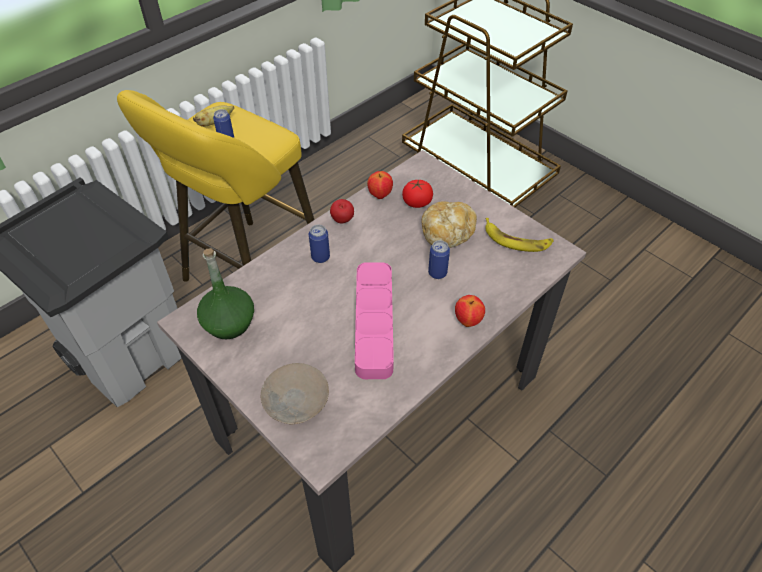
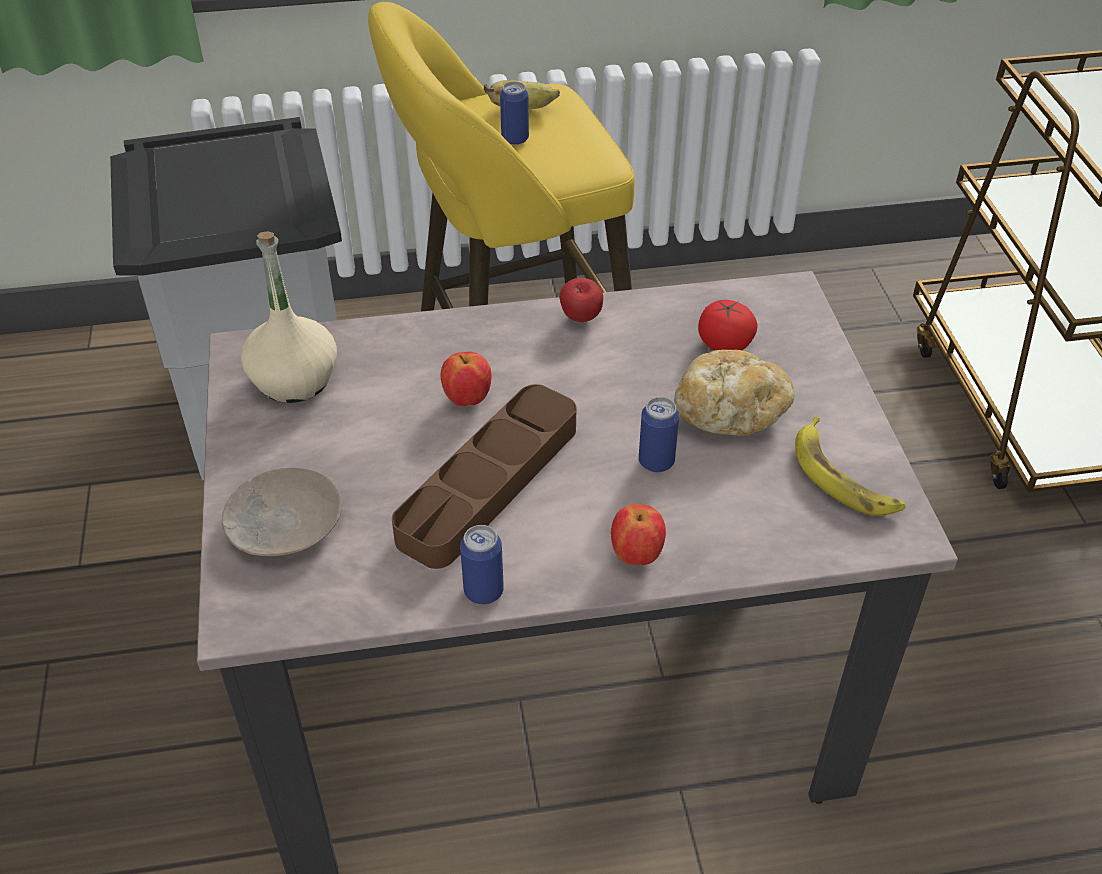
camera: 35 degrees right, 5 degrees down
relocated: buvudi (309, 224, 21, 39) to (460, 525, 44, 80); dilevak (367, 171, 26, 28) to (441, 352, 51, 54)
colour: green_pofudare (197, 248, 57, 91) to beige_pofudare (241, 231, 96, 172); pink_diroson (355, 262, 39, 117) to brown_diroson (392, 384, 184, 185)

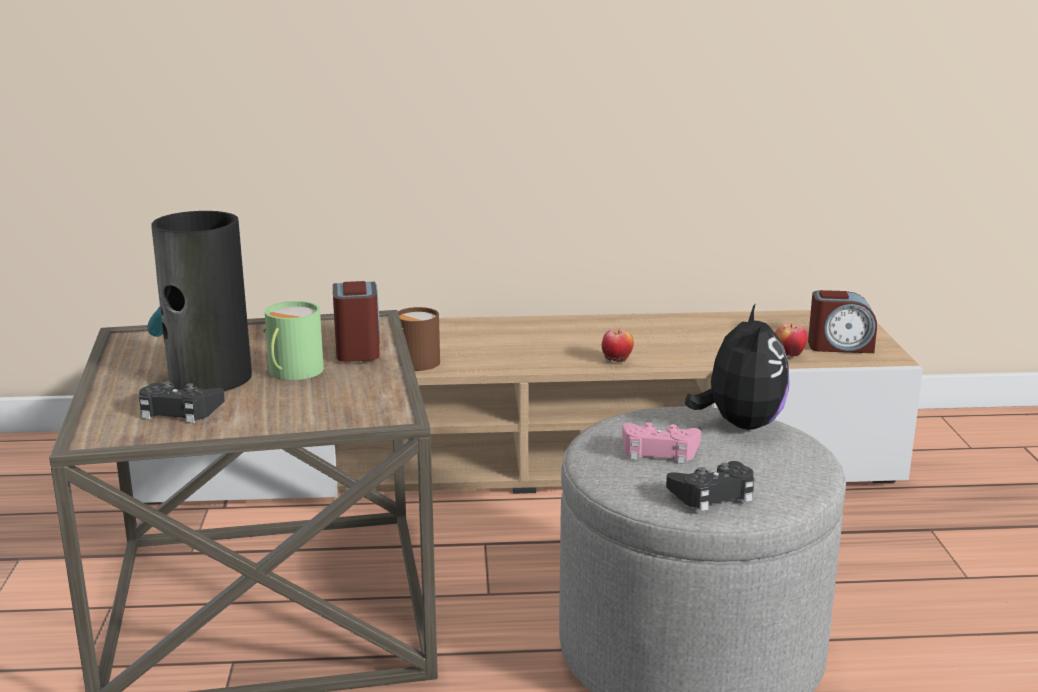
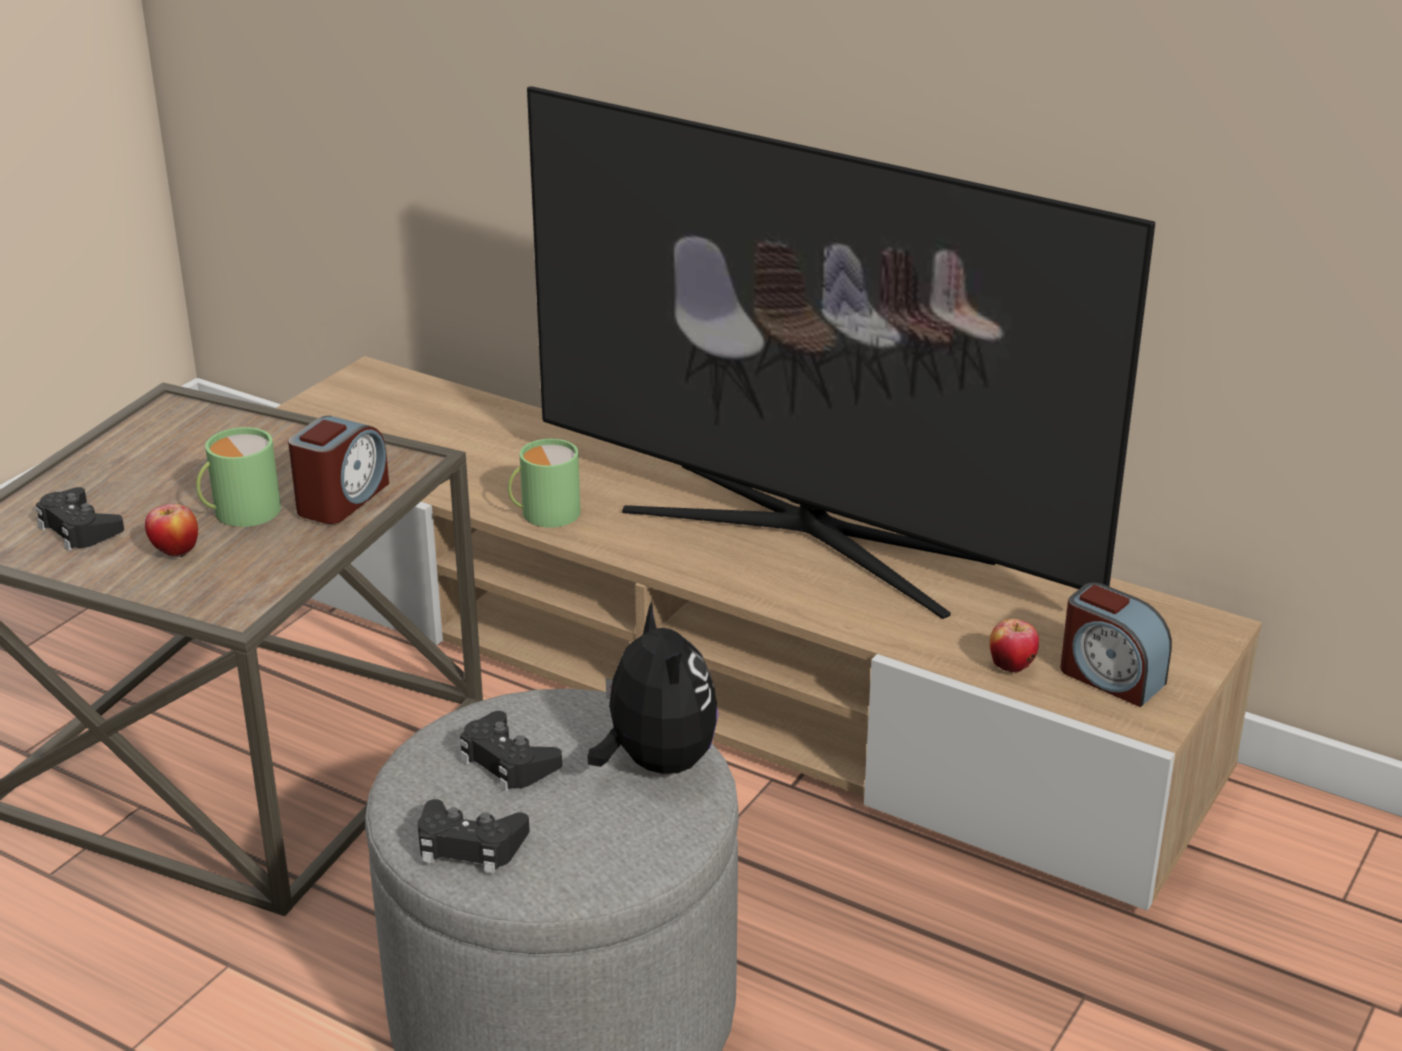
camera: 35 degrees right, 10 degrees up
missing: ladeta (147, 211, 105, 180)
appeared: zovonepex (527, 86, 628, 533)
relocated: dilevak (602, 329, 32, 33) to (145, 504, 53, 54)
colour: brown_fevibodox (398, 307, 42, 64) to green_fevibodox (508, 439, 73, 89); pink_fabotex (622, 422, 79, 42) to black_fabotex (460, 711, 102, 81)
spun: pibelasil (685, 303, 105, 127) = (587, 602, 131, 172) 60 degrees counterclockwise

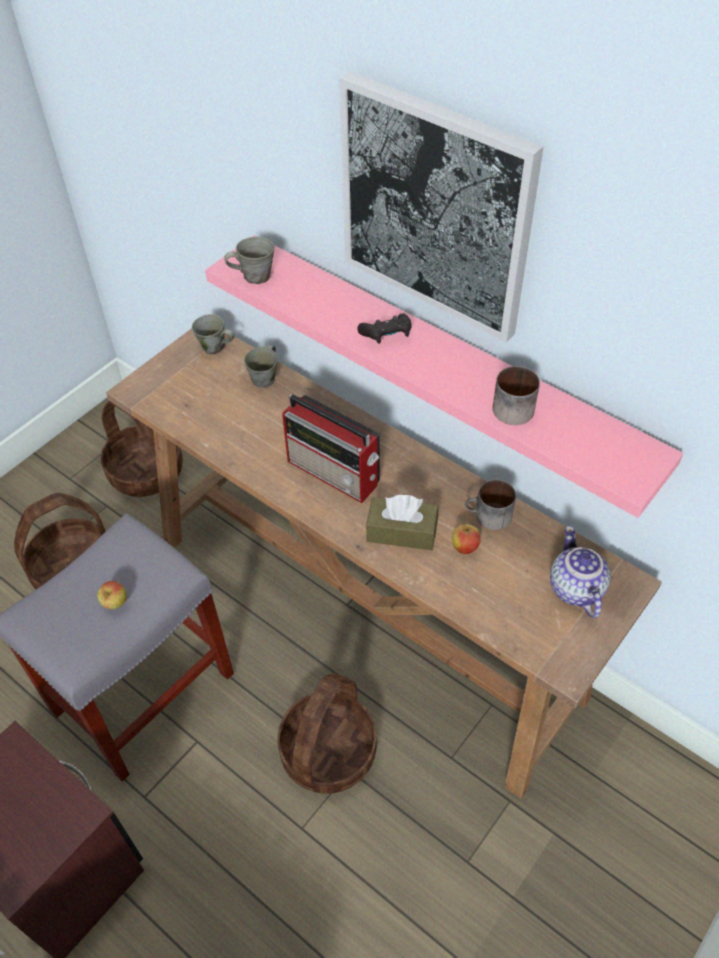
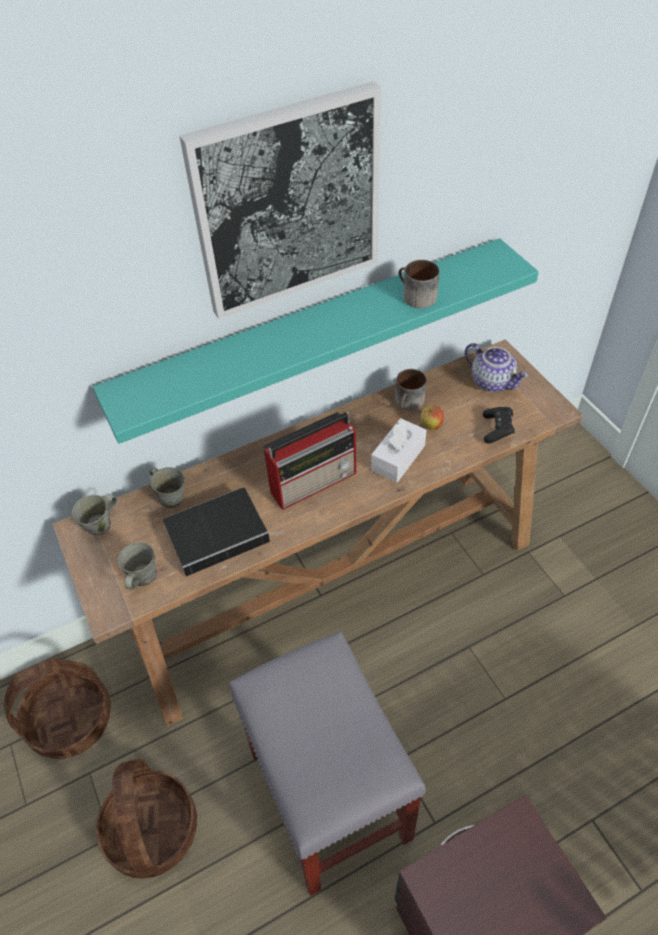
camera: 65 degrees left, 0 degrees up
missing: dilevak (97, 581, 29, 28); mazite (278, 673, 98, 121)
appeared: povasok (163, 487, 121, 89)
relocated: grey_fevibodox (225, 237, 50, 47) to (118, 542, 39, 47); black_fabotex (357, 313, 55, 31) to (483, 407, 32, 37)
colour: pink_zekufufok (205, 235, 478, 283) to turquoise_zekufufok (93, 238, 446, 206); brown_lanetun (366, 495, 72, 55) to white_lanetun (371, 418, 56, 64)
spun: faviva (550, 526, 61, 92) = (465, 343, 63, 49) 150 degrees counterclockwise

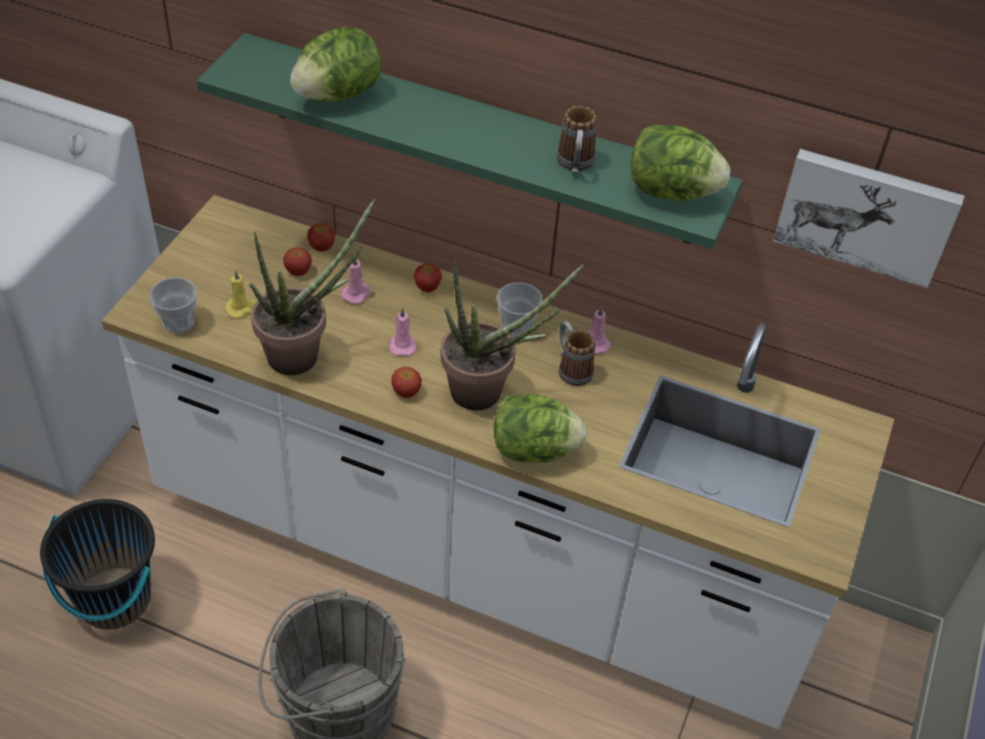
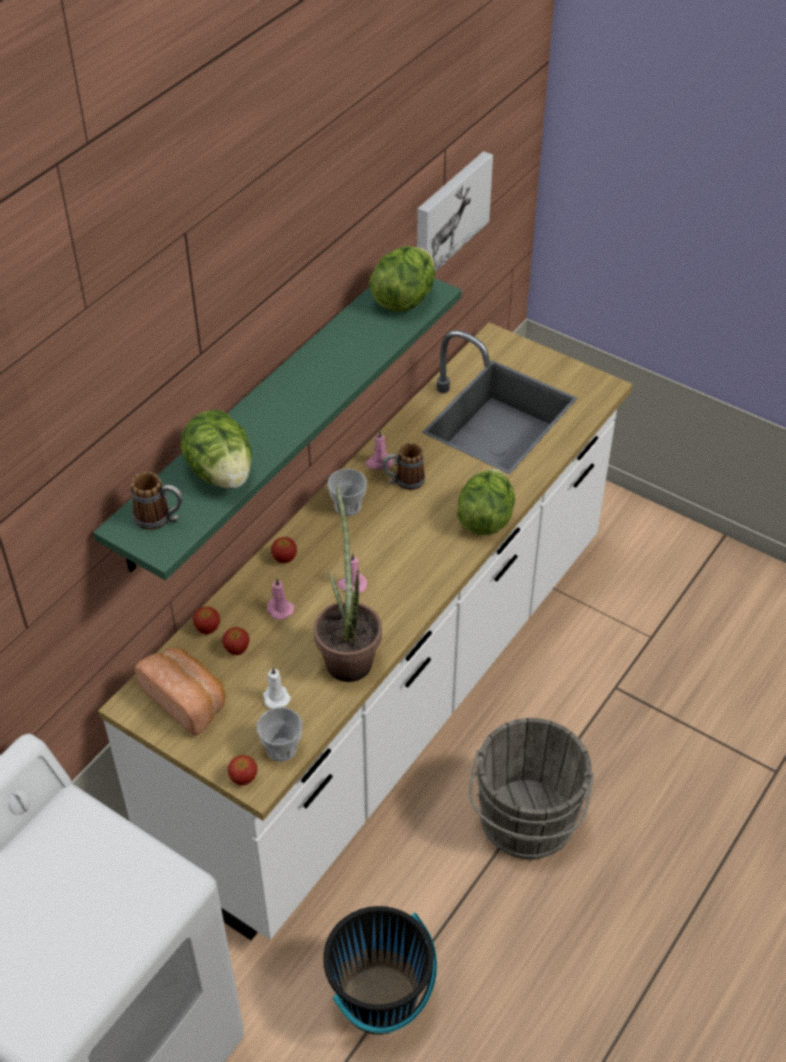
camera: 75 degrees left, 0 degrees up
missing: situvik (440, 260, 144, 150)
appeared: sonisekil (134, 647, 91, 88)
relocated: dilevak (391, 367, 31, 31) to (228, 755, 30, 31); fevibodox (556, 106, 41, 69) to (131, 472, 52, 58)
colour: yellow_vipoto (225, 270, 32, 48) to white_vipoto (263, 667, 28, 42)

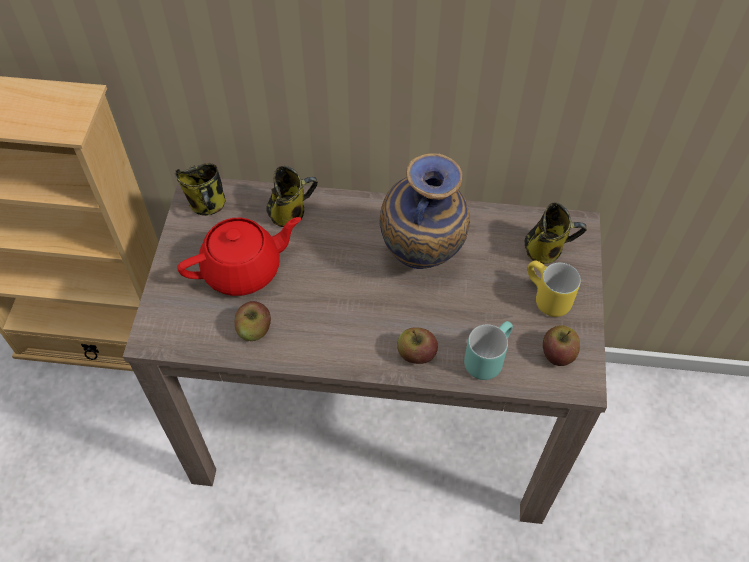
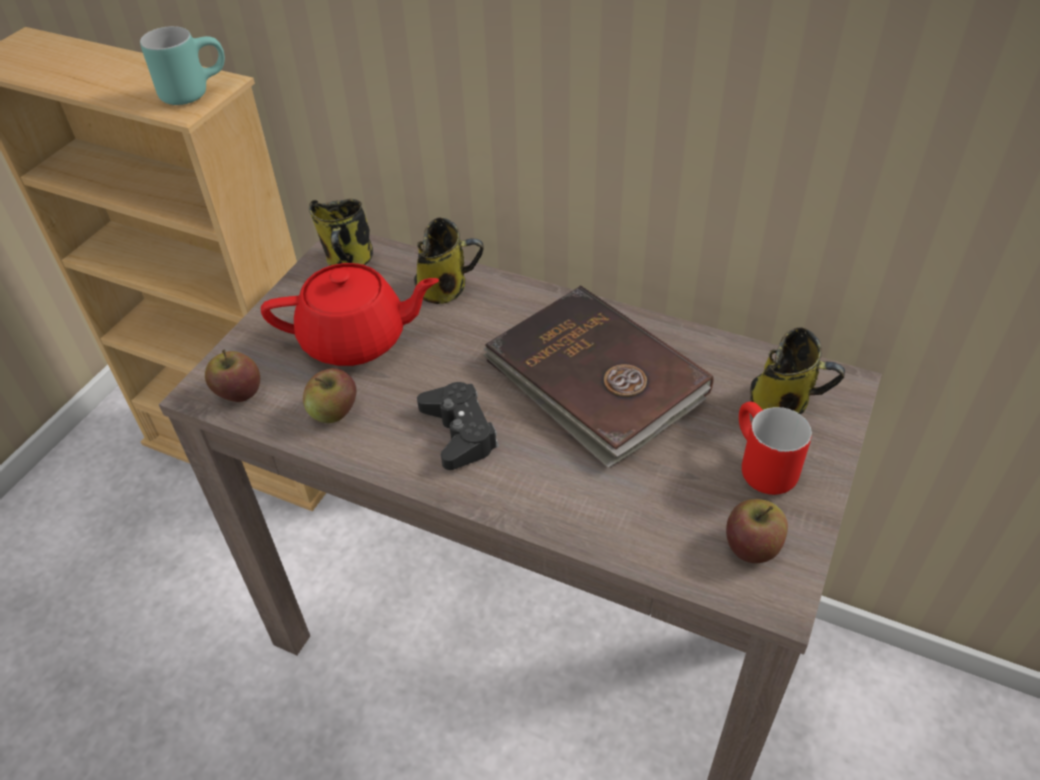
camera: 20 degrees right, 10 degrees down
appeared: black_fabotex (417, 382, 82, 88)
relocated: dilevak (397, 327, 41, 37) to (205, 350, 55, 52); turquoise_fevibodox (464, 321, 49, 59) to (140, 26, 85, 79)
exchanged: ladeta (379, 153, 91, 116) to brown_povasok (483, 285, 231, 183)
colour: yellow_fevibodox (527, 260, 54, 57) to red_fevibodox (739, 402, 73, 93)

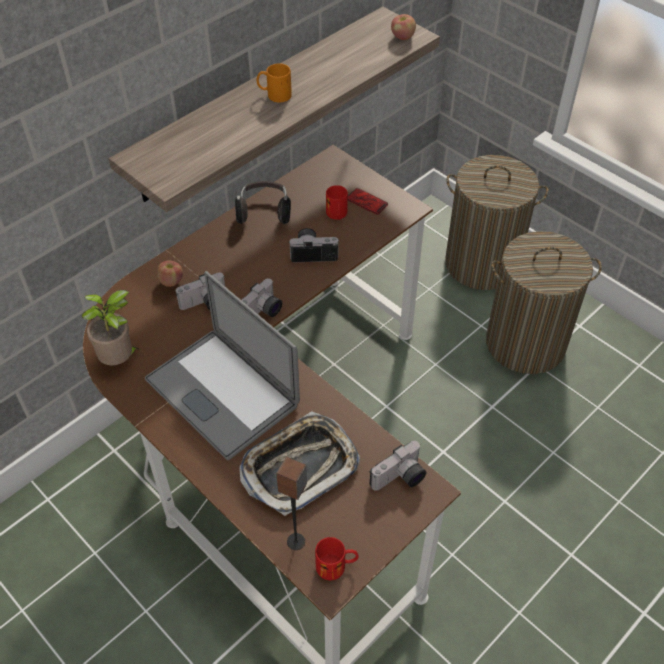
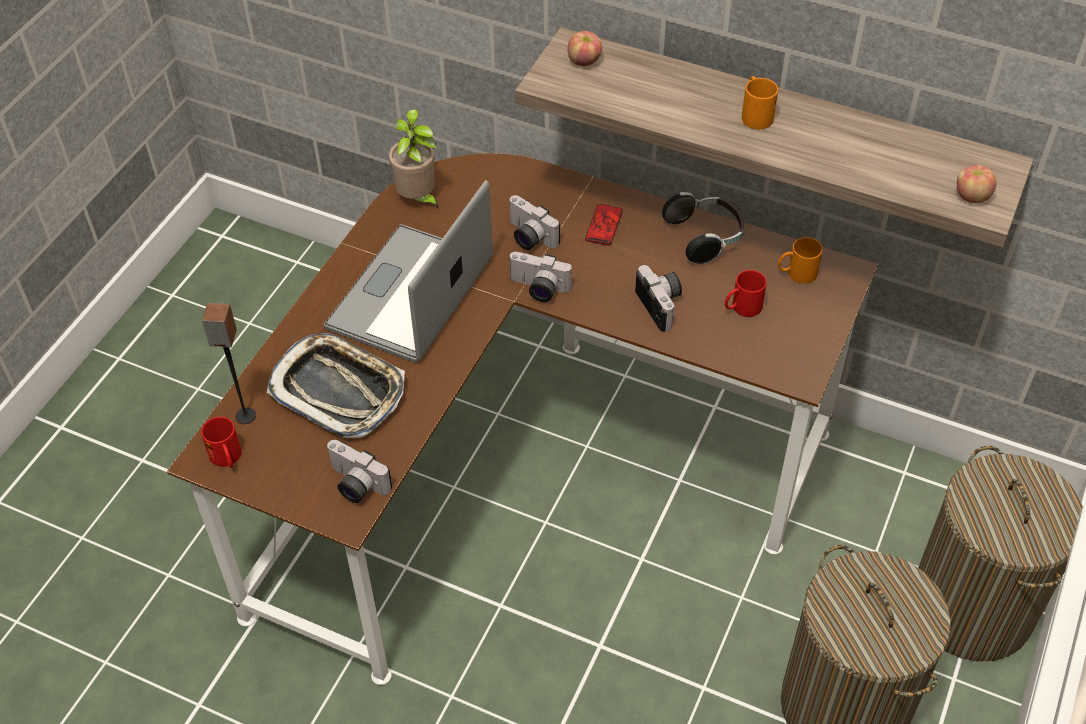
camera: 70 degrees right, 0 degrees up
appeared: orange_fevibodox (778, 237, 45, 47)
relocated: dilevak (157, 261, 26, 26) to (568, 31, 34, 35); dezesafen (348, 188, 40, 27) to (585, 204, 38, 41)

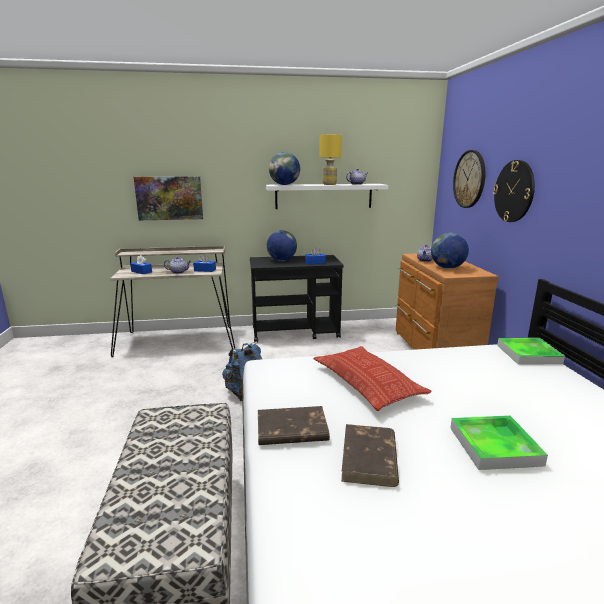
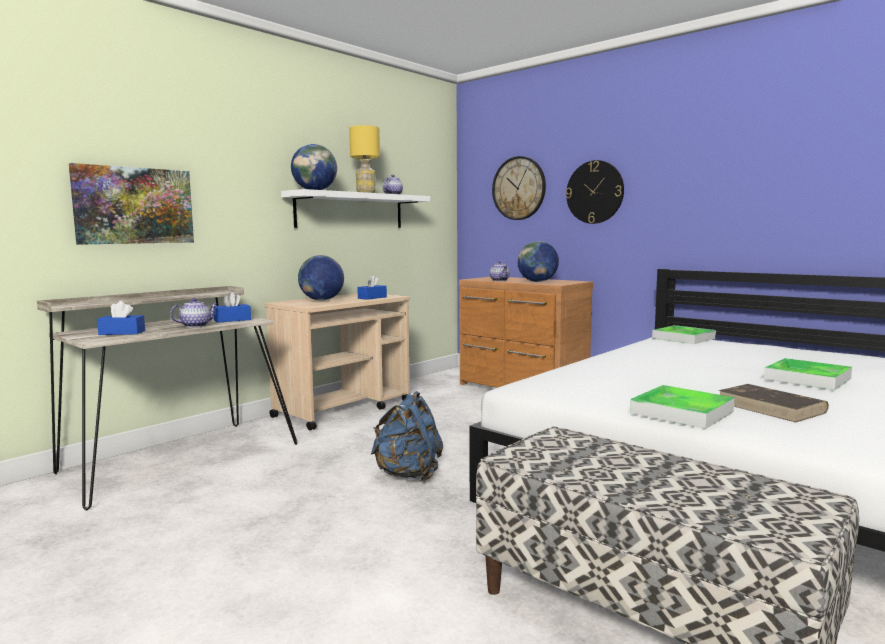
camera: 40 degrees left, 10 degrees down
missing: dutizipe (313, 346, 119, 65)
exchanged: brown_povasok (258, 406, 72, 39) to diroson (630, 385, 105, 44)
colour: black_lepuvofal (250, 255, 93, 88) to beige_lepuvofal (265, 293, 145, 137)

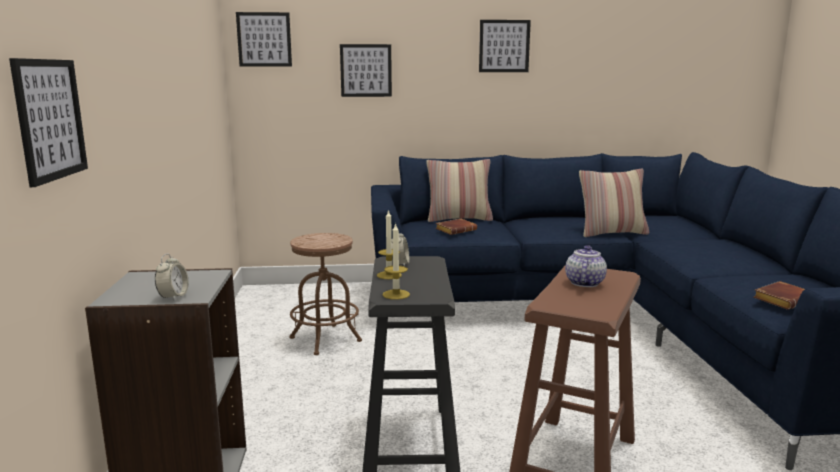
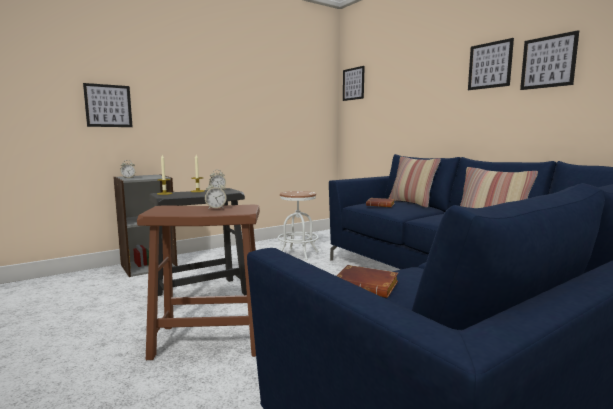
camera: 60 degrees right, 5 degrees down
relocated: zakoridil (340, 44, 52, 53) to (520, 30, 59, 60)
exchanged: faviva (565, 245, 42, 42) to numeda (205, 181, 22, 28)
colour: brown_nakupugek (290, 233, 72, 122) to white_nakupugek (278, 191, 41, 70)

